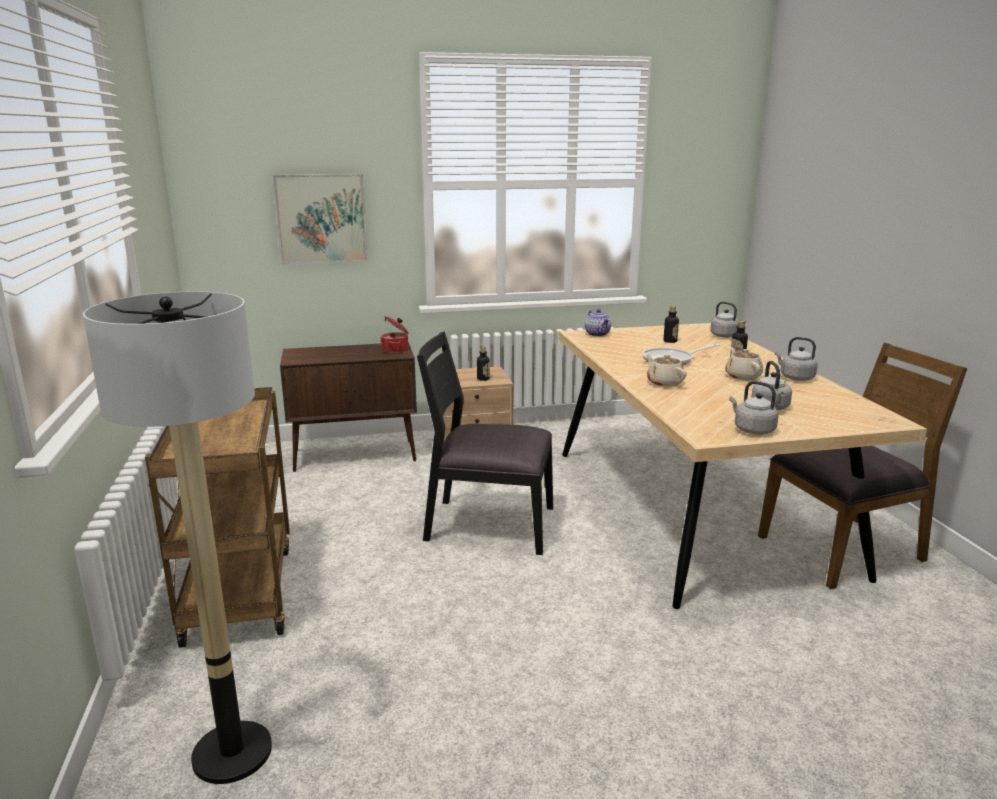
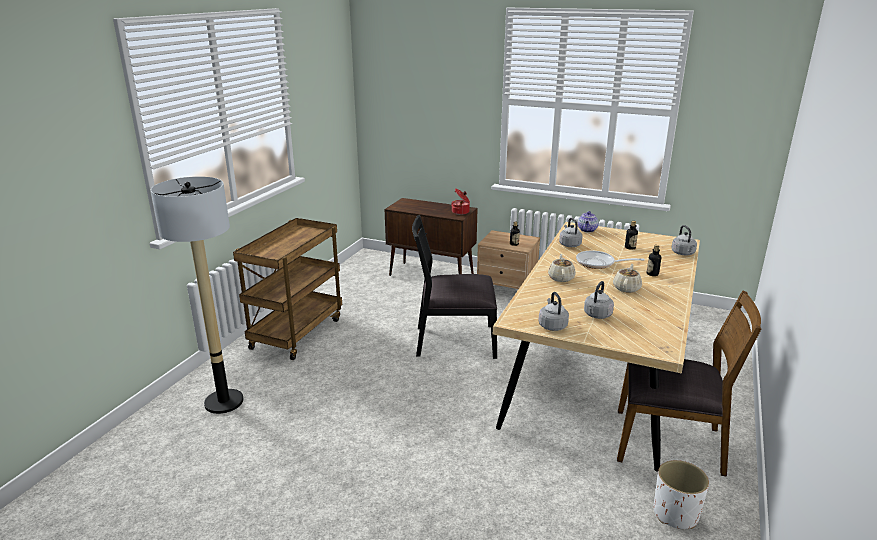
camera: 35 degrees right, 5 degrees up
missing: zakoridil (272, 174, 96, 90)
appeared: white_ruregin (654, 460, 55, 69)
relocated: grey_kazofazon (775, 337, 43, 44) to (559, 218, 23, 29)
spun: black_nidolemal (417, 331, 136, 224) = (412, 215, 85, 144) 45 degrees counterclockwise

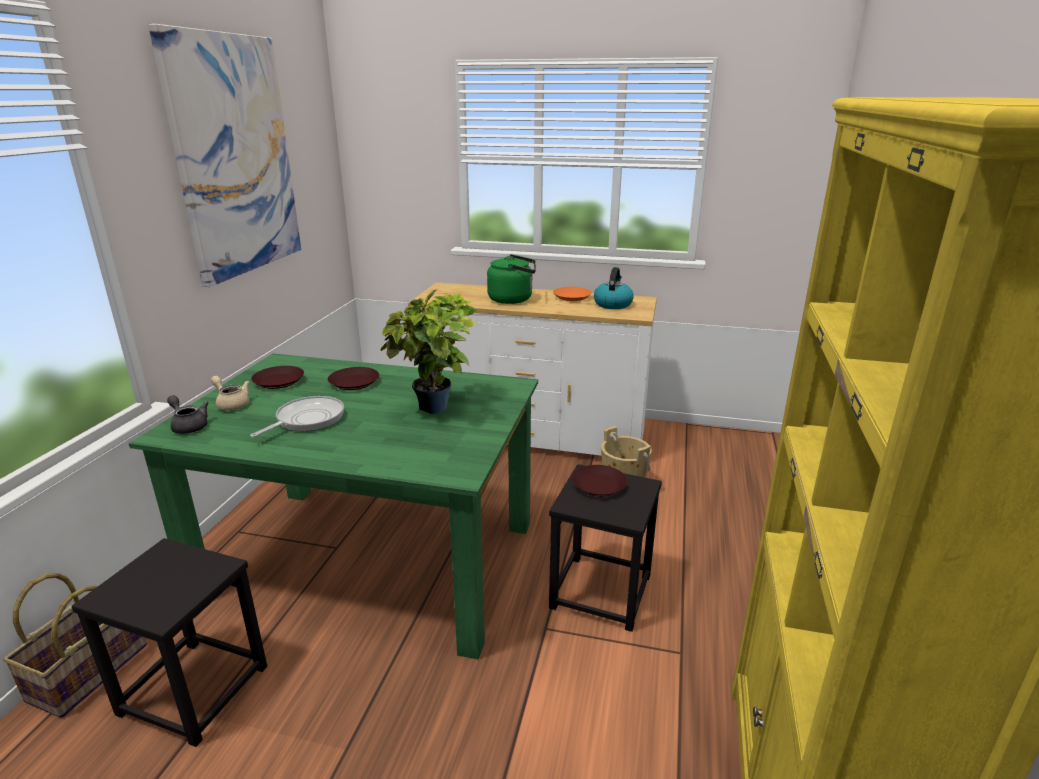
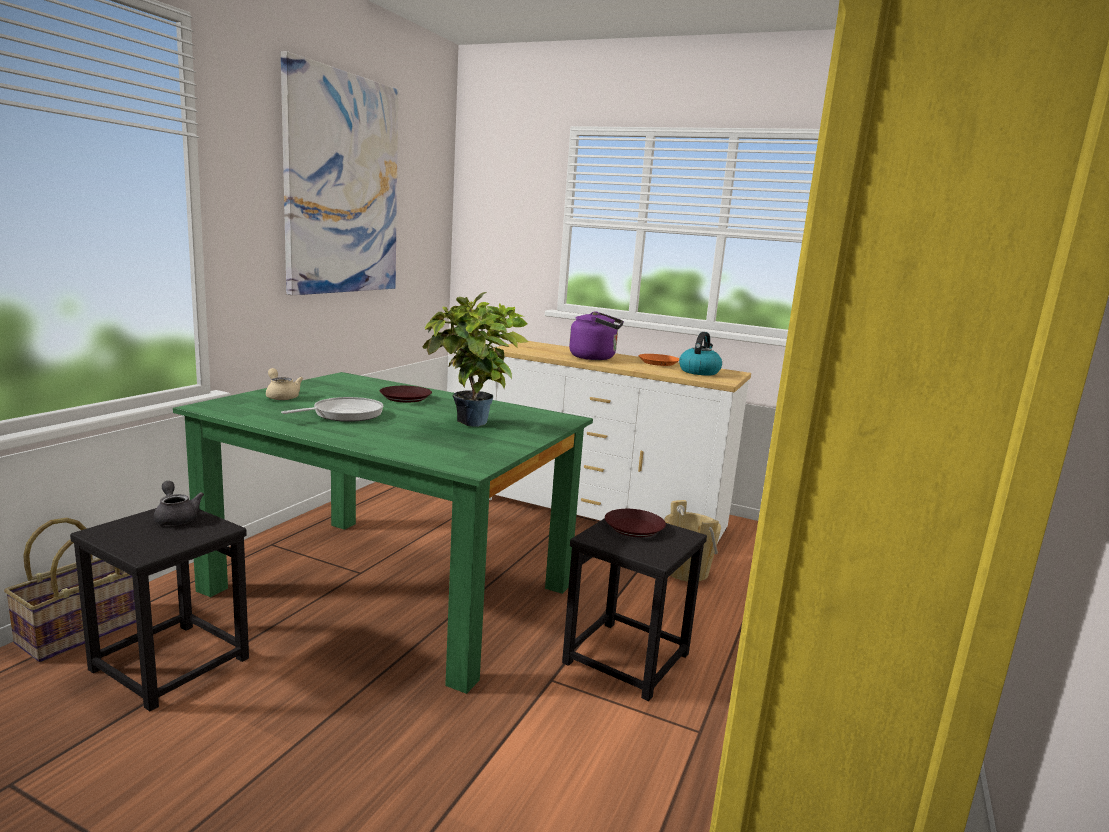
camera: 10 degrees right, 10 degrees down
missing: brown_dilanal (251, 366, 53, 23)
relocated: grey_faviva (167, 395, 42, 39) to (154, 481, 50, 45)
colour: green_kazofazon (487, 254, 49, 50) to purple_kazofazon (569, 311, 55, 49)

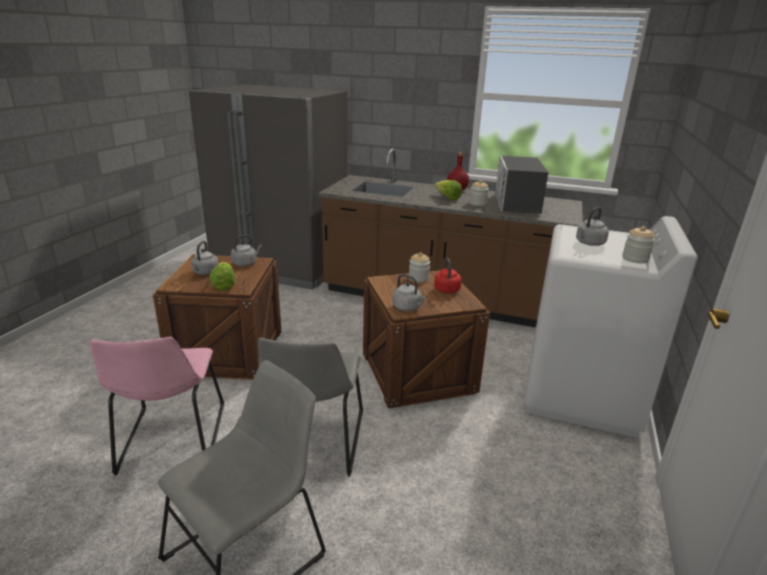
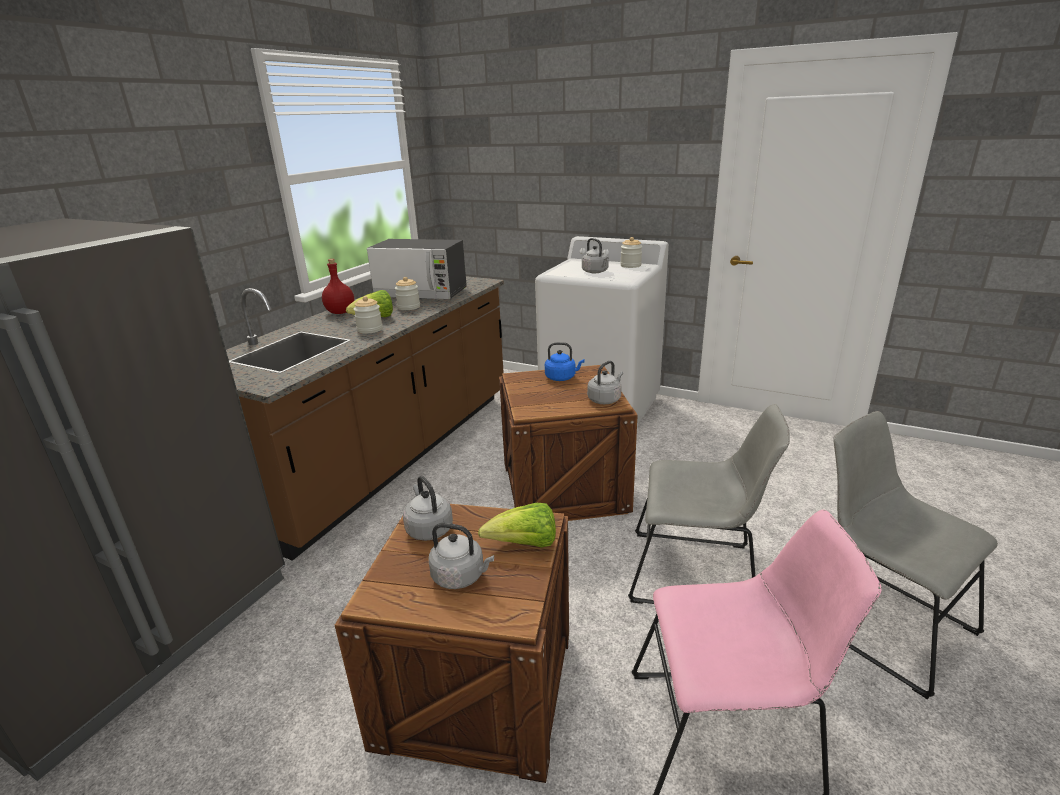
camera: 80 degrees left, 0 degrees up
relocated: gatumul (409, 252, 21, 31) to (353, 296, 30, 38)
colour: red_kazofazon (434, 258, 28, 35) to blue_kazofazon (545, 342, 39, 39)

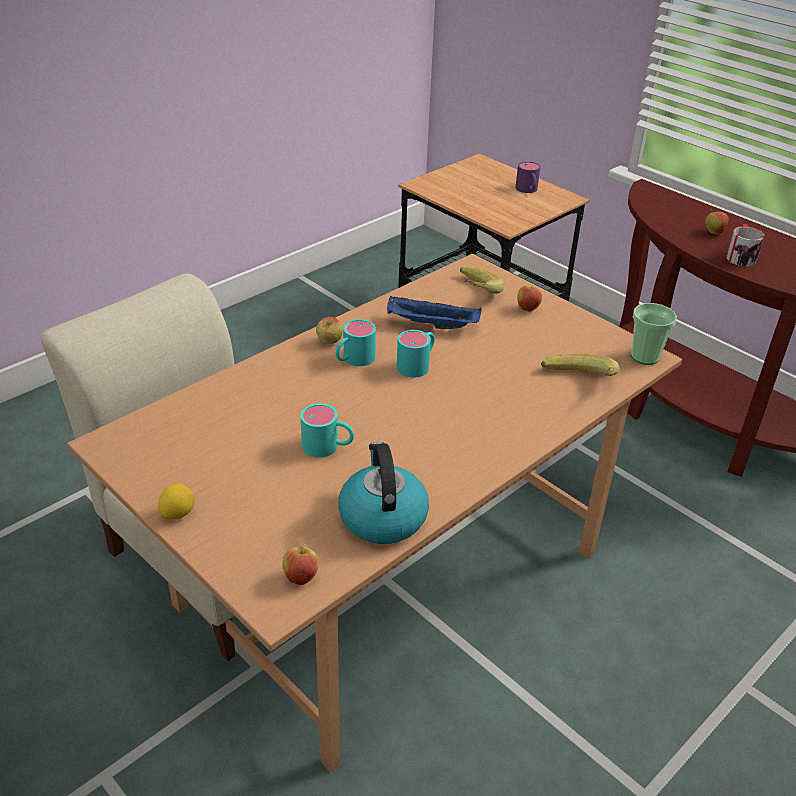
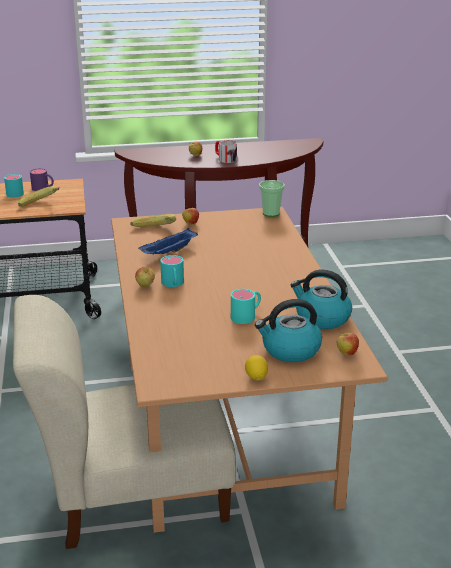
camera: 55 degrees left, 10 degrees down
appeared: kazofazon (255, 299, 67, 63)
relocated: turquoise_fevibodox (397, 330, 38, 47) to (4, 174, 20, 23); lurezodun (541, 354, 79, 23) to (18, 187, 41, 20)

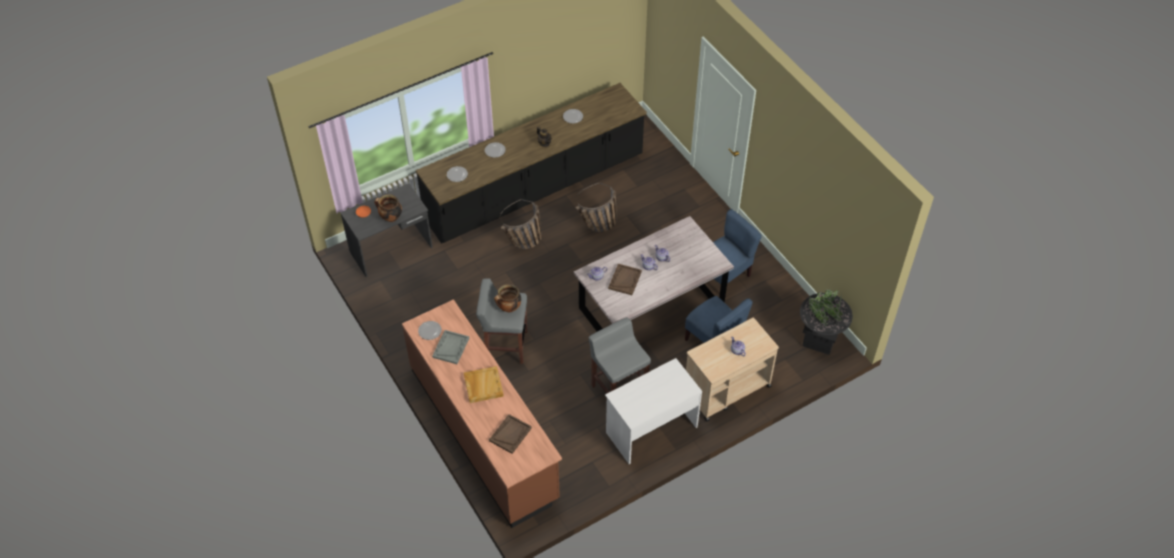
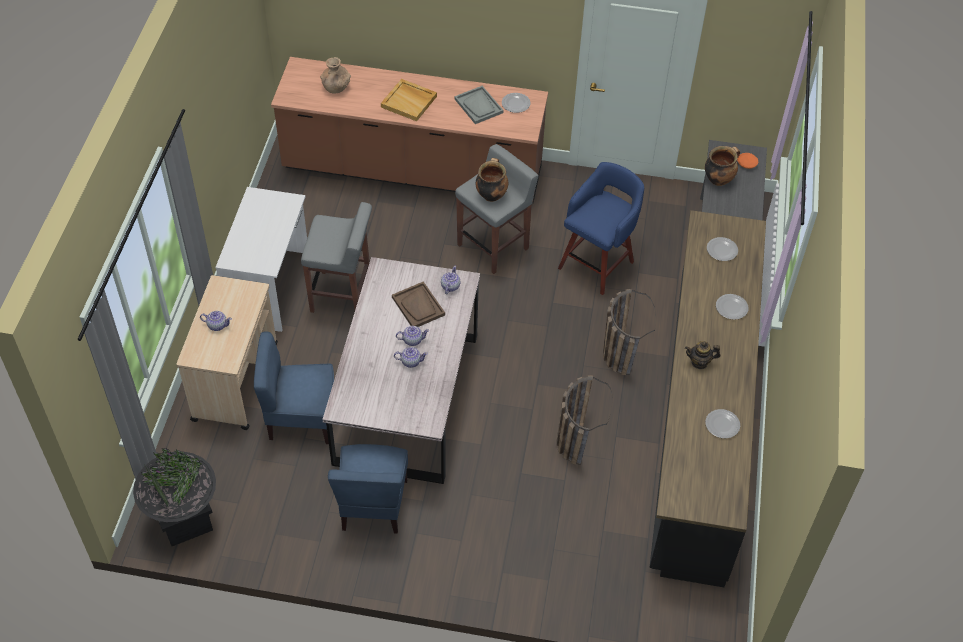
camera: 130 degrees right, 0 degrees up
appeared: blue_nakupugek (558, 162, 86, 133)
exchanged: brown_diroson (489, 414, 43, 40) to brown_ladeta (320, 57, 31, 37)

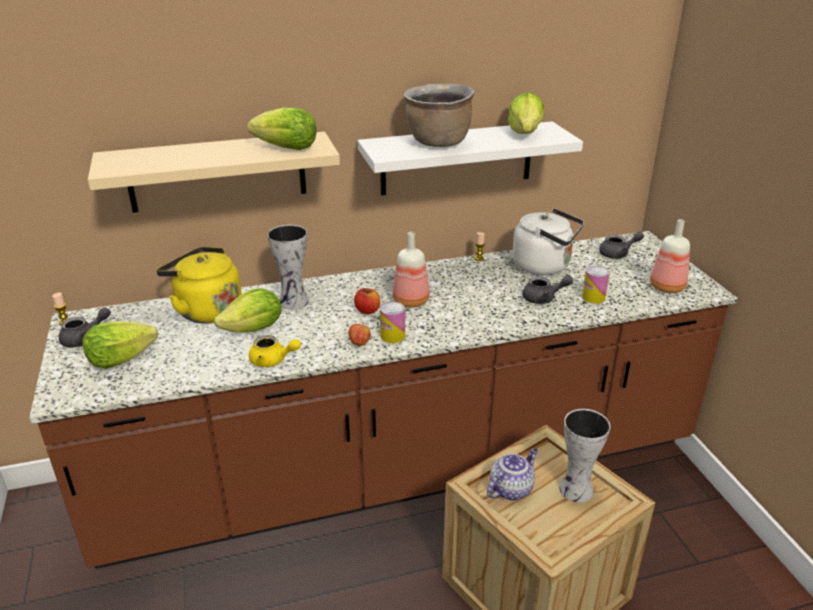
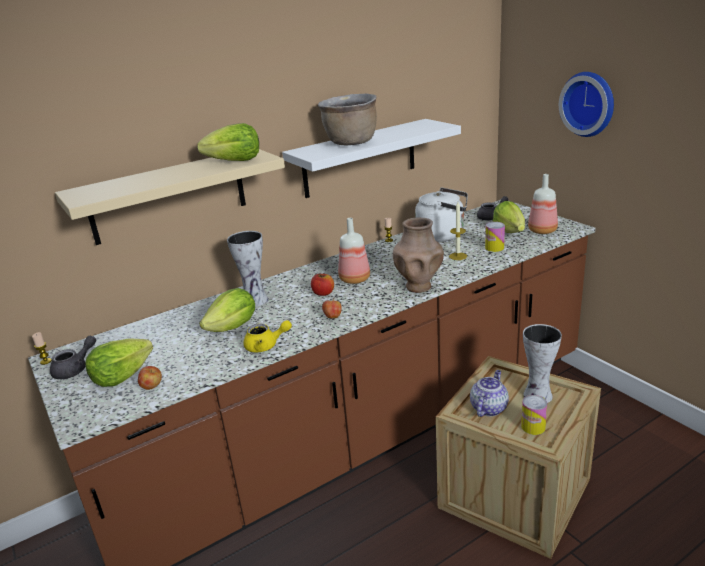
camera: 15 degrees left, 5 degrees down
missing: yellow_kazofazon (156, 247, 86, 77)
appeared: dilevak (138, 366, 24, 24); brown_ladeta (393, 217, 51, 76); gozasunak (559, 72, 55, 65)
relocated: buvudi (380, 302, 25, 41) to (521, 395, 26, 40); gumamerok (507, 92, 37, 42) to (493, 201, 32, 32)
exchanged: grey_faviva (522, 276, 51, 28) to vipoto (449, 202, 18, 58)

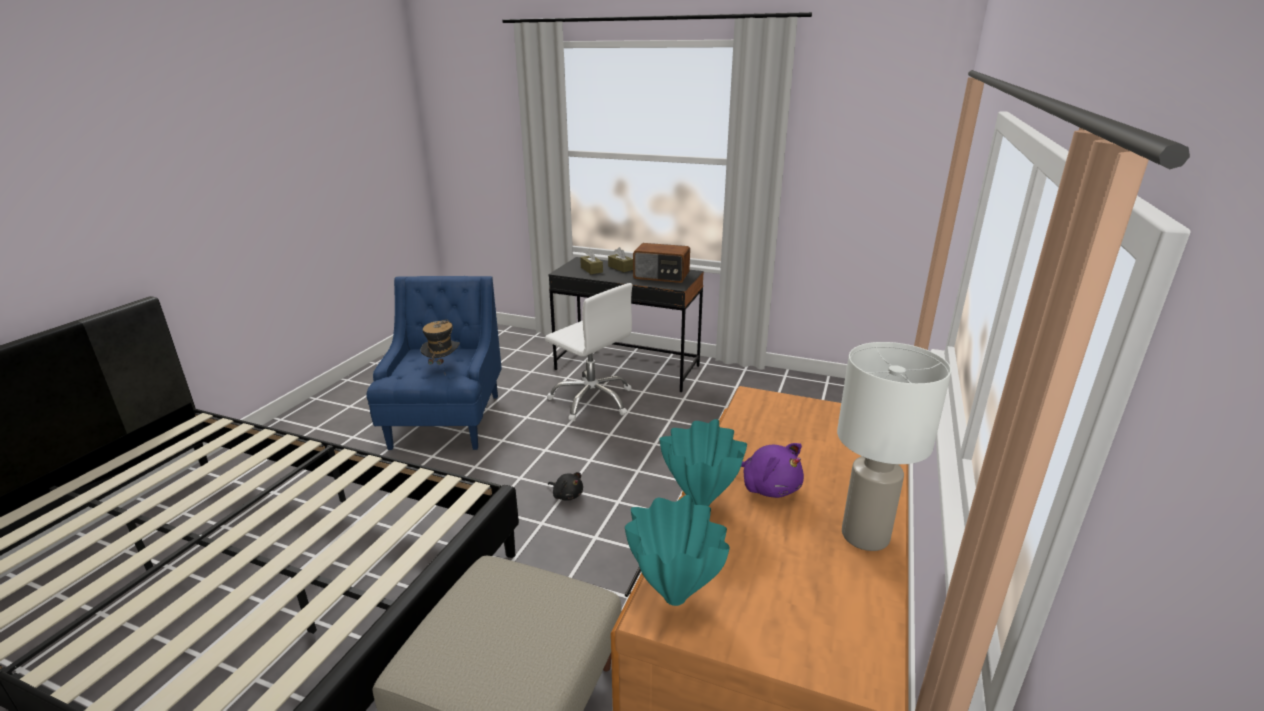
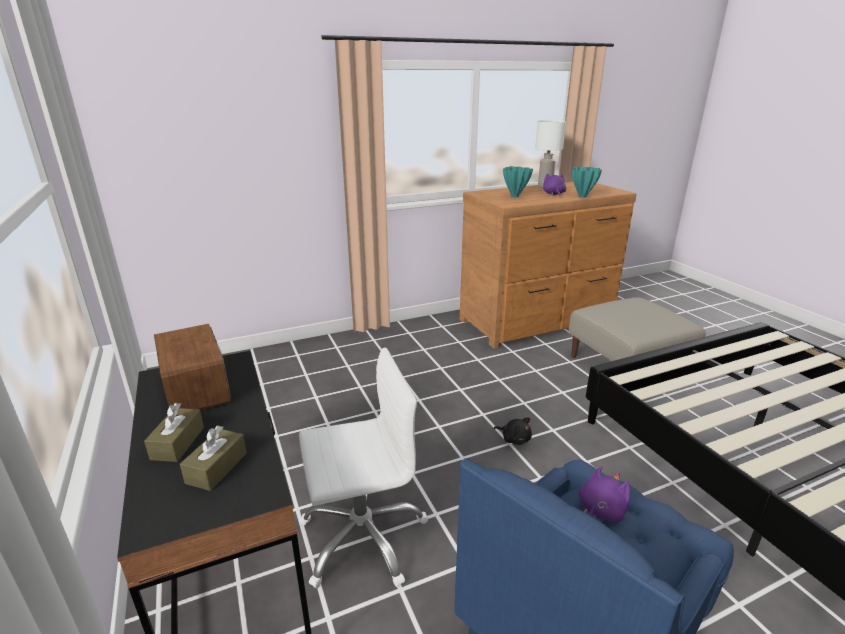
camera: 135 degrees left, 0 degrees up
relocated: turquoise_ladeta (625, 495, 105, 111) to (503, 166, 30, 31)
exchanged: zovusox (421, 320, 39, 45) to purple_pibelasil (579, 466, 51, 57)
spun: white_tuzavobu (545, 283, 87, 138) = (299, 347, 129, 241) 75 degrees clockwise; black_pibelasil (548, 472, 35, 29) = (494, 418, 38, 27) 135 degrees clockwise

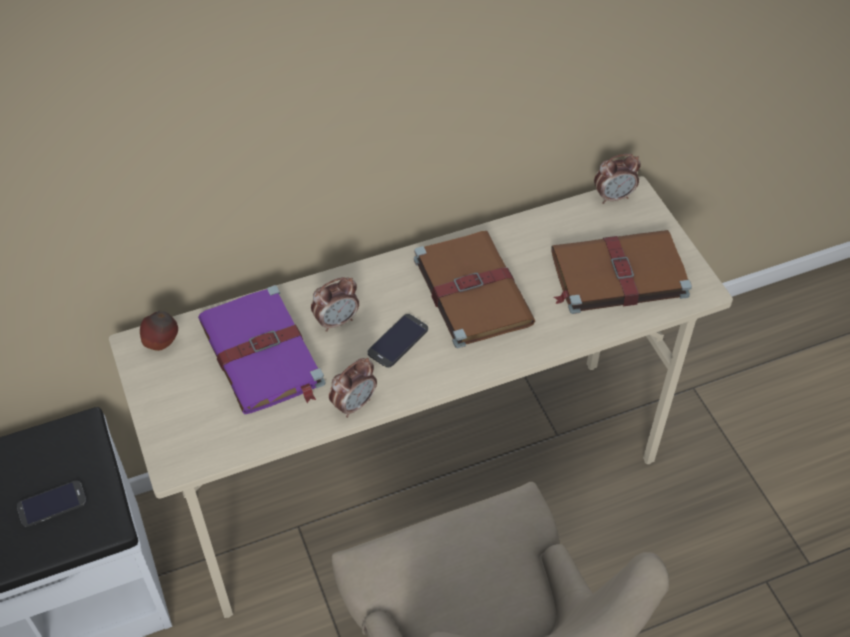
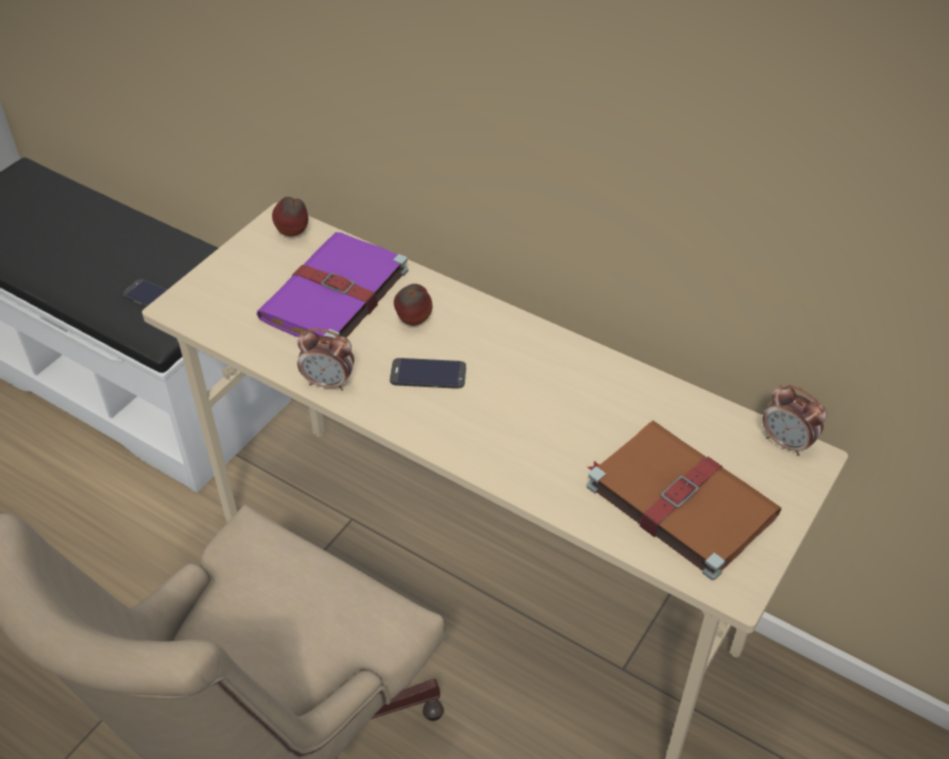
camera: 55 degrees right, 5 degrees down
missing: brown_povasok (414, 231, 121, 117)
exchanged: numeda (311, 277, 48, 55) to dilevak (394, 284, 38, 42)

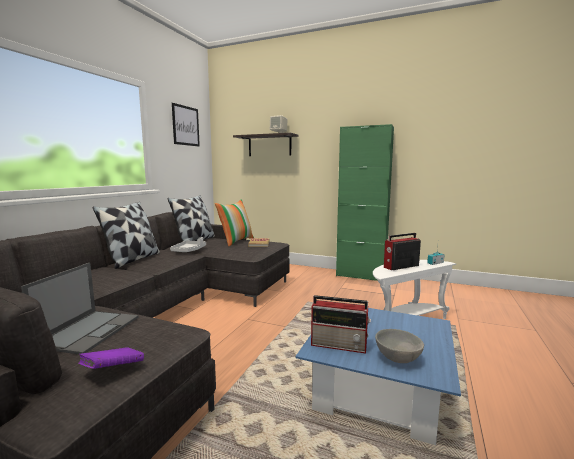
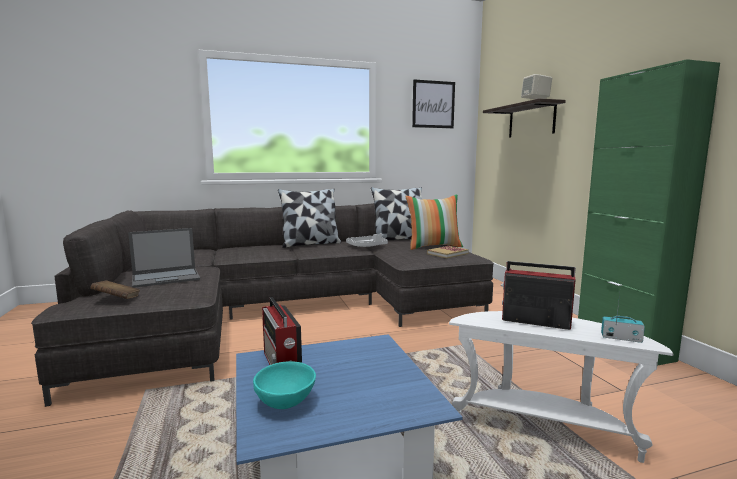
camera: 50 degrees right, 0 degrees up
colour: purple_povasok (78, 347, 66, 22) to brown_povasok (90, 280, 50, 19); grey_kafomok (375, 329, 49, 34) to turquoise_kafomok (253, 361, 63, 48)

